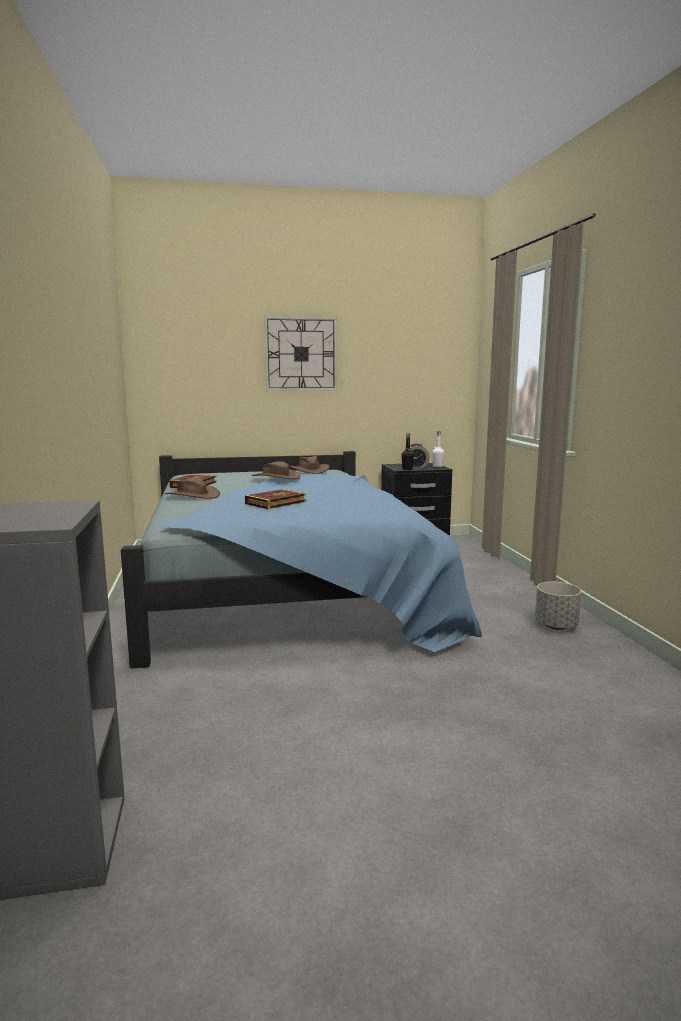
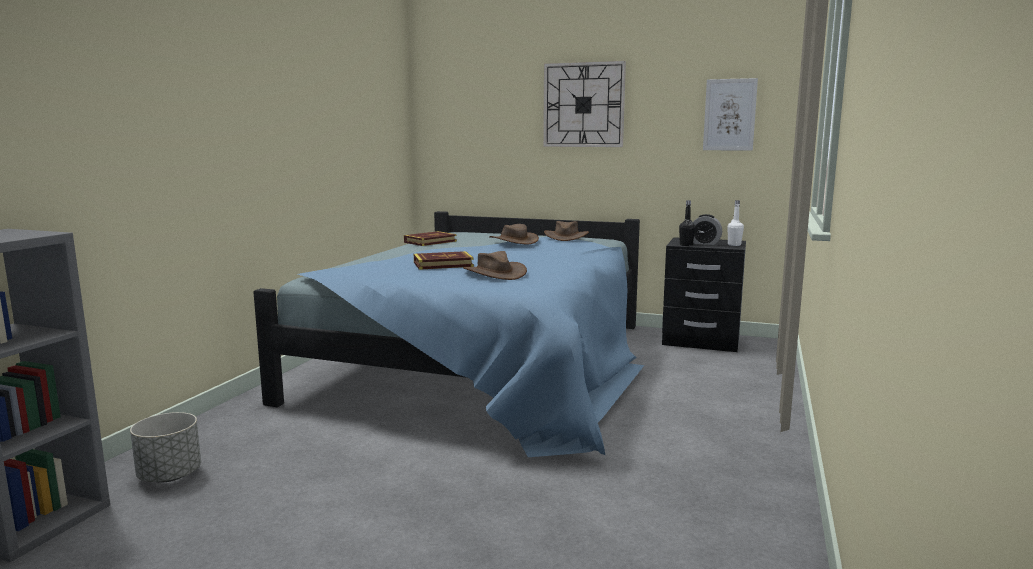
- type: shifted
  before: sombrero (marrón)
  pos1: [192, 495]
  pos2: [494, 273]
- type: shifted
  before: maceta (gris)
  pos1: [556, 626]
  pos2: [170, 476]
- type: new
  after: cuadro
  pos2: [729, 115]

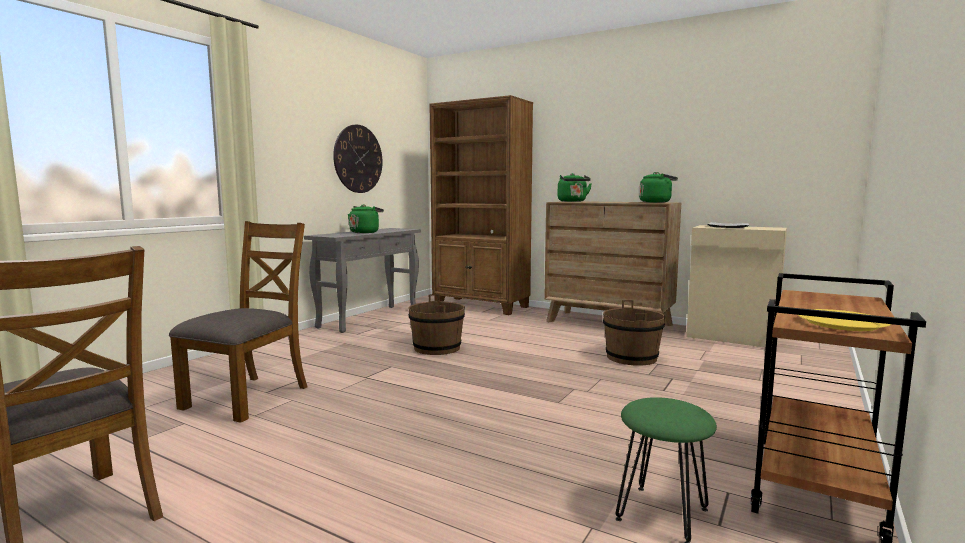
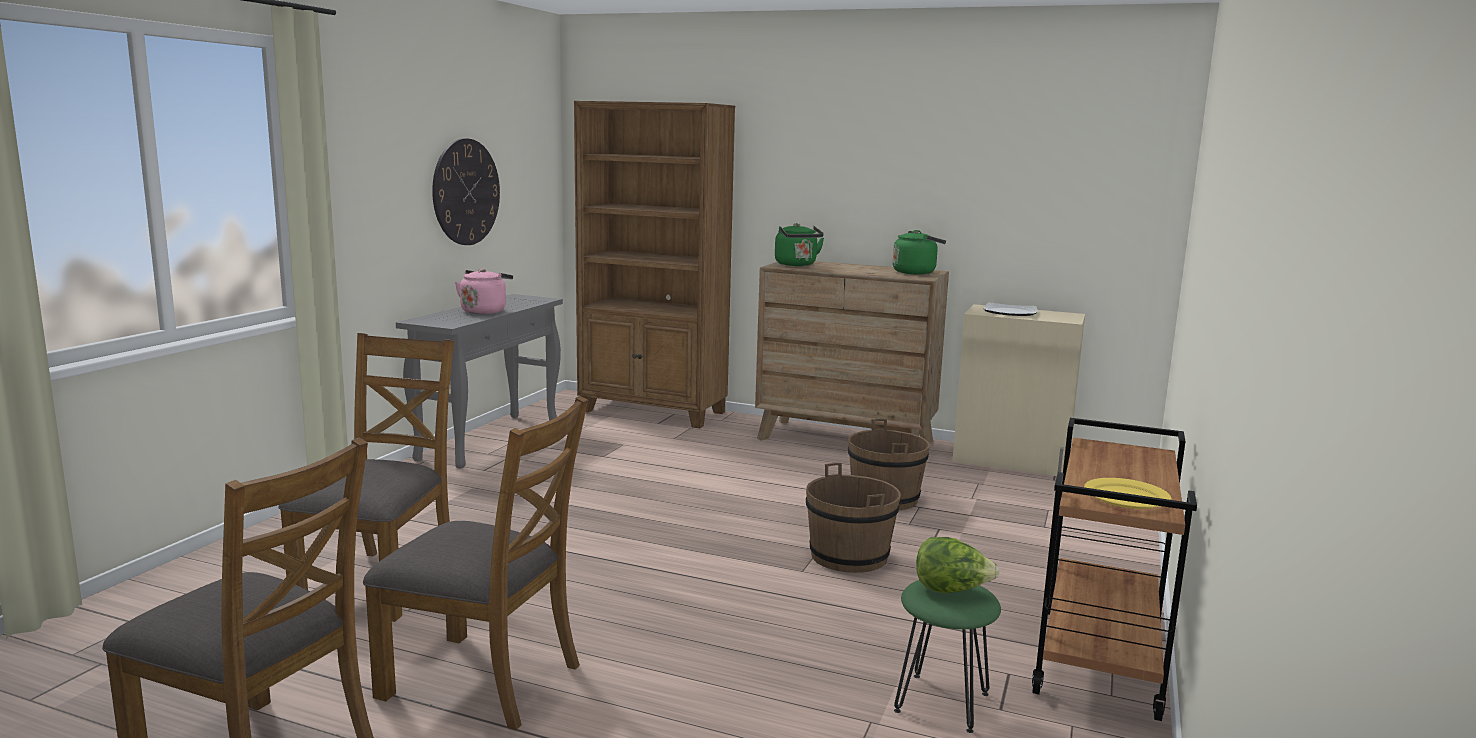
- type: repainted
  before: hervidor (verde)
  after: hervidor (rosa)
  pos1: [365, 232]
  pos2: [485, 311]
- type: shifted
  before: cubo (marrón)
  pos1: [437, 348]
  pos2: [849, 556]
- type: new
  after: silla (marrón)
  pos2: [483, 680]
- type: new
  after: lechuga
  pos2: [951, 590]

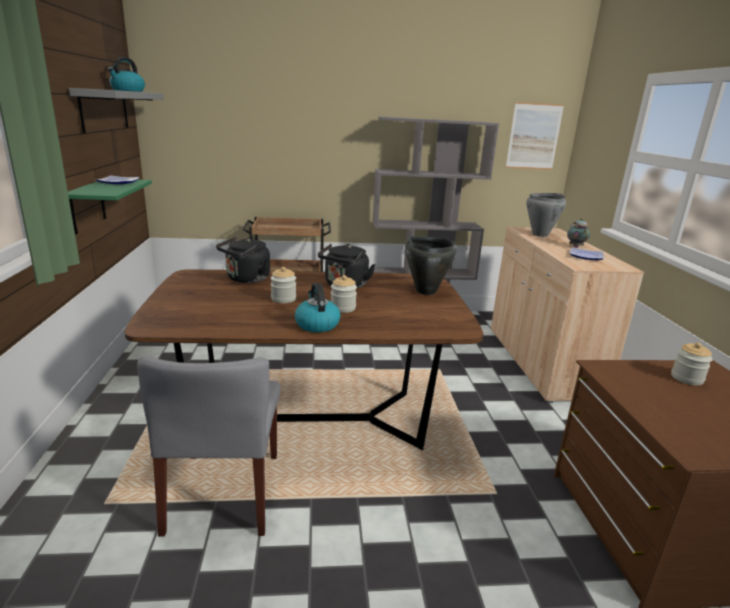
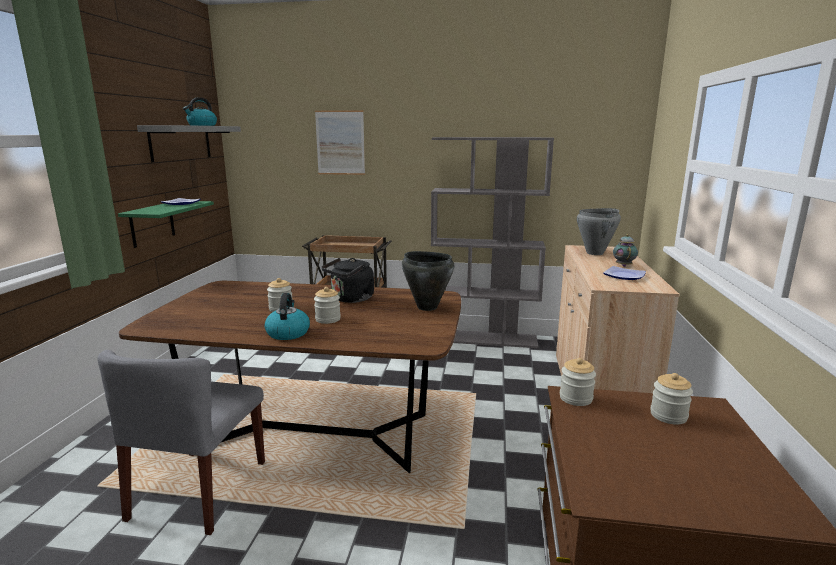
- type: shifted
  before: cuadro
  pos1: [534, 136]
  pos2: [340, 143]
- type: gone
  before: hervidor (negro)
  pos1: [246, 279]
- type: new
  after: tarro
  pos2: [575, 398]

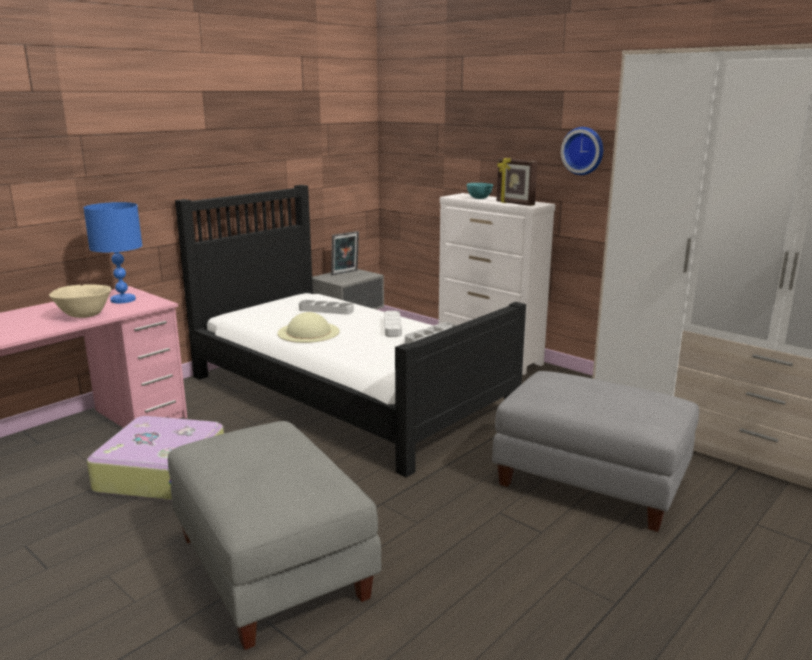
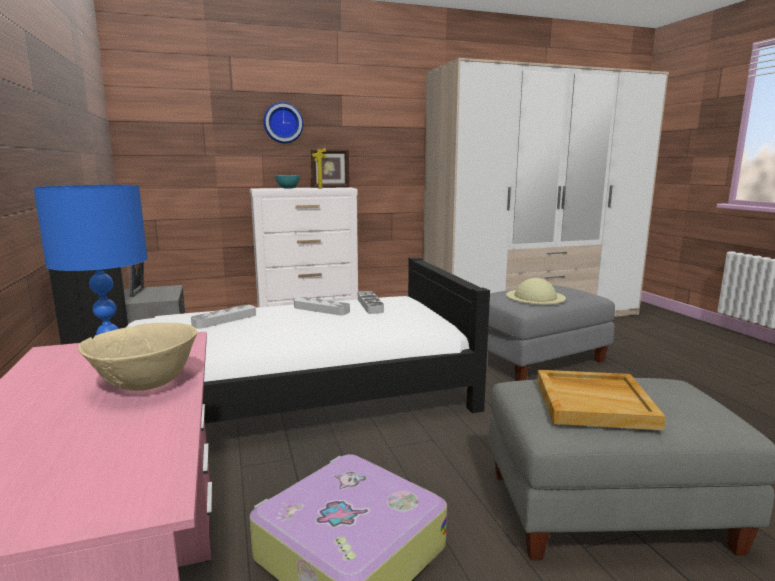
- type: shifted
  before: reloj de pared
  pos1: [583, 150]
  pos2: [283, 123]
- type: shifted
  before: sombrero (beis)
  pos1: [308, 332]
  pos2: [535, 296]
- type: new
  after: bandeja (beis)
  pos2: [594, 402]

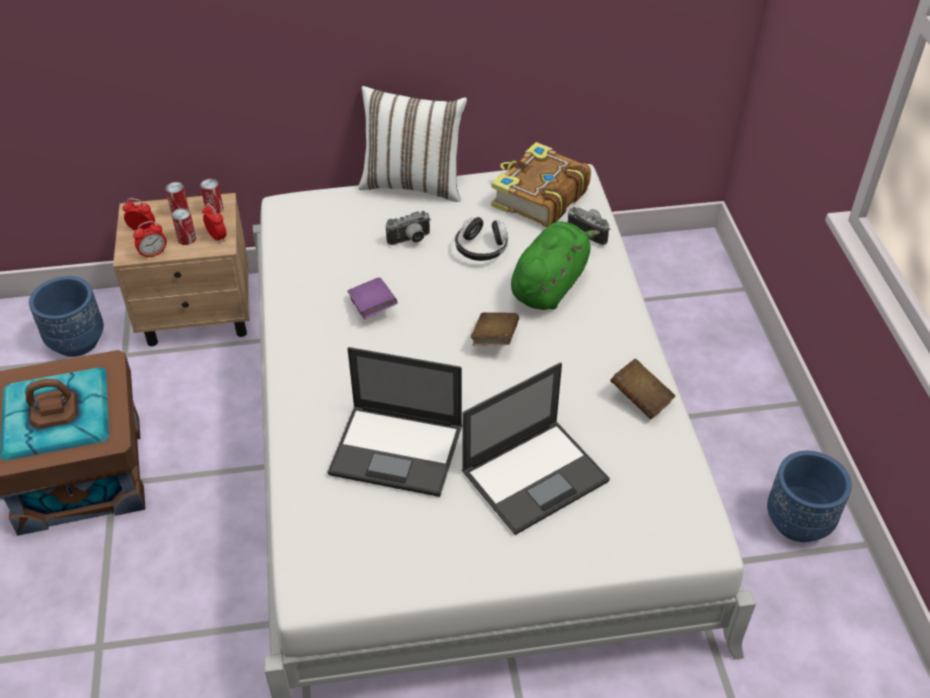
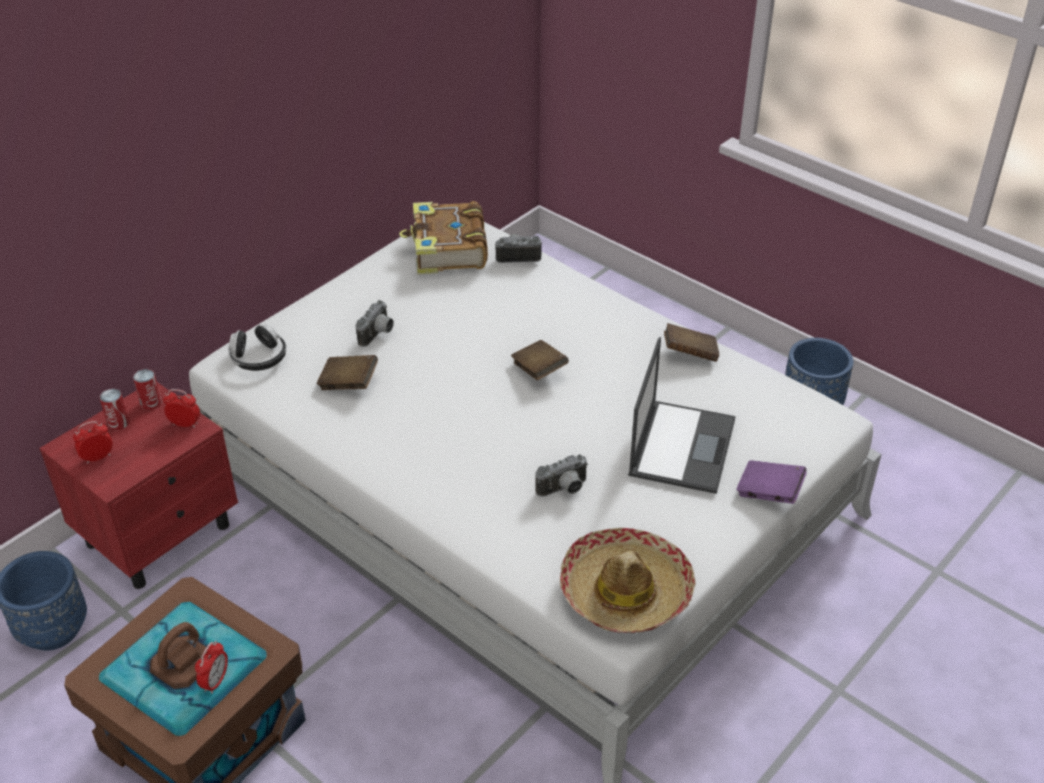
- type: gone
  before: cojín (blanco)
  pos1: [413, 184]
- type: repainted
  before: mesita de noche (beis)
  after: mesita de noche (rojo)
  pos1: [199, 315]
  pos2: [160, 534]
- type: gone
  before: lata
  pos1: [187, 239]
- type: shifted
  before: auriculares
  pos1: [481, 248]
  pos2: [259, 359]
- type: shifted
  before: despertador
  pos1: [153, 254]
  pos2: [215, 681]
- type: gone
  before: peluche (verde)
  pos1: [550, 284]
- type: shifted
  before: libro (morado)
  pos1: [372, 308]
  pos2: [769, 493]
- type: swapped
  before: portátil
  after: cámara
  pos1: [398, 450]
  pos2: [564, 490]
- type: new
  after: libro (marrón)
  pos2: [348, 383]
- type: new
  after: sombrero
  pos2: [625, 592]

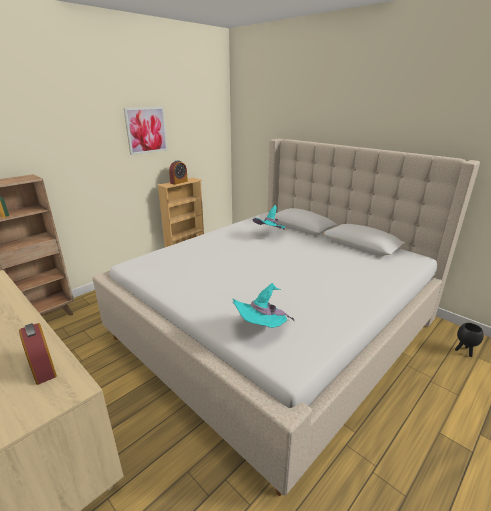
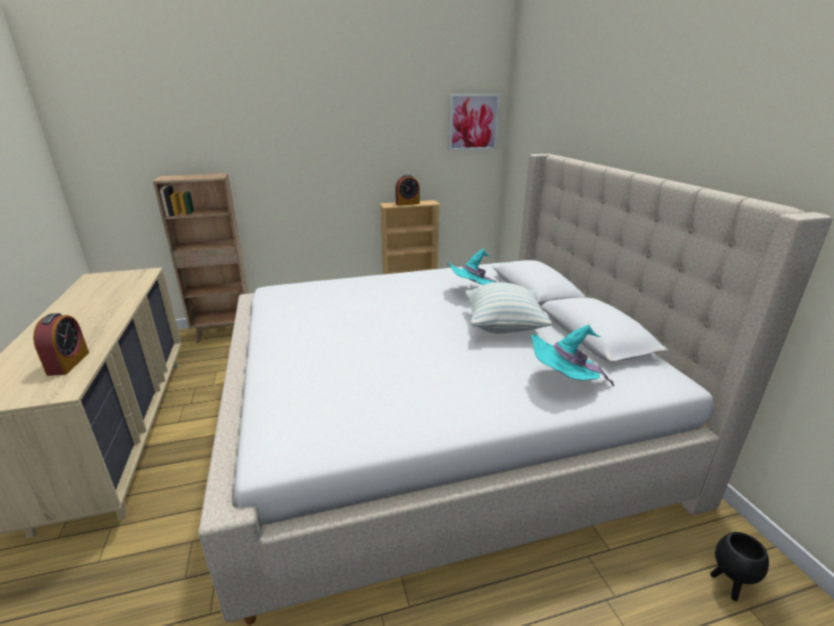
- type: shifted
  before: cuadro
  pos1: [146, 130]
  pos2: [473, 122]
- type: shifted
  before: sombrero (turquesa)
  pos1: [261, 329]
  pos2: [563, 382]
- type: new
  after: cojín
  pos2: [503, 326]

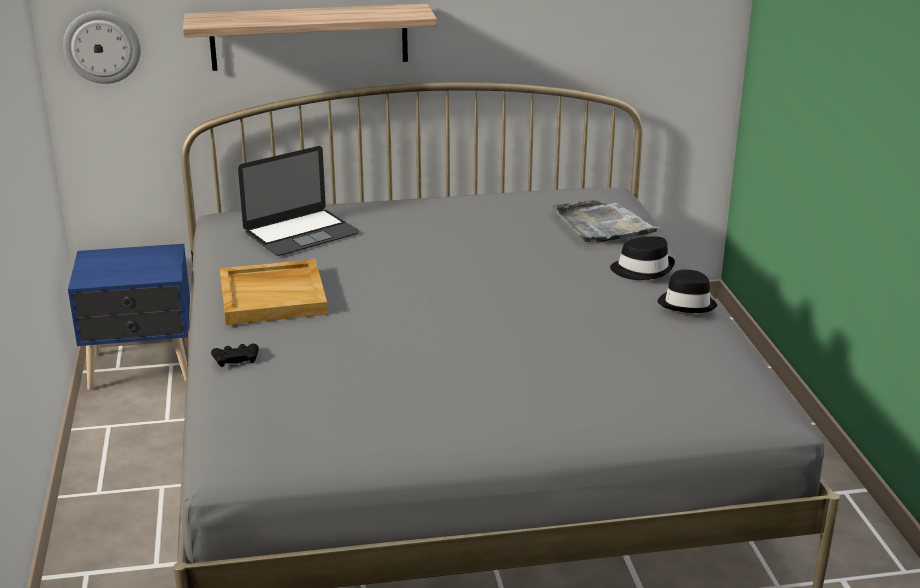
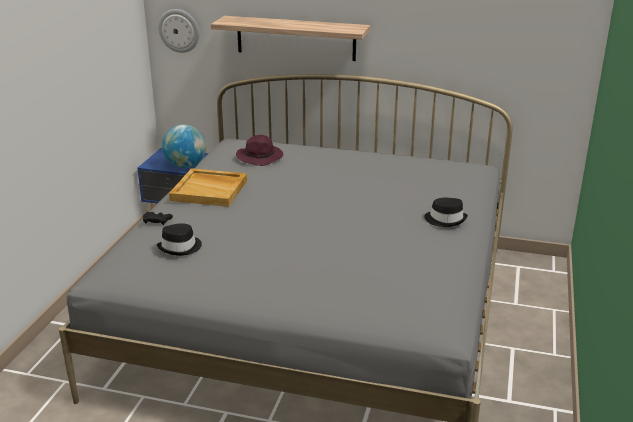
- type: swapped
  before: portátil
  after: sombrero (morado)
  pos1: [301, 233]
  pos2: [260, 157]
- type: gone
  before: bandeja (gris)
  pos1: [602, 225]
- type: shifted
  before: sombrero (negro)
  pos1: [687, 303]
  pos2: [180, 247]
- type: new
  after: globo terráqueo
  pos2: [185, 166]

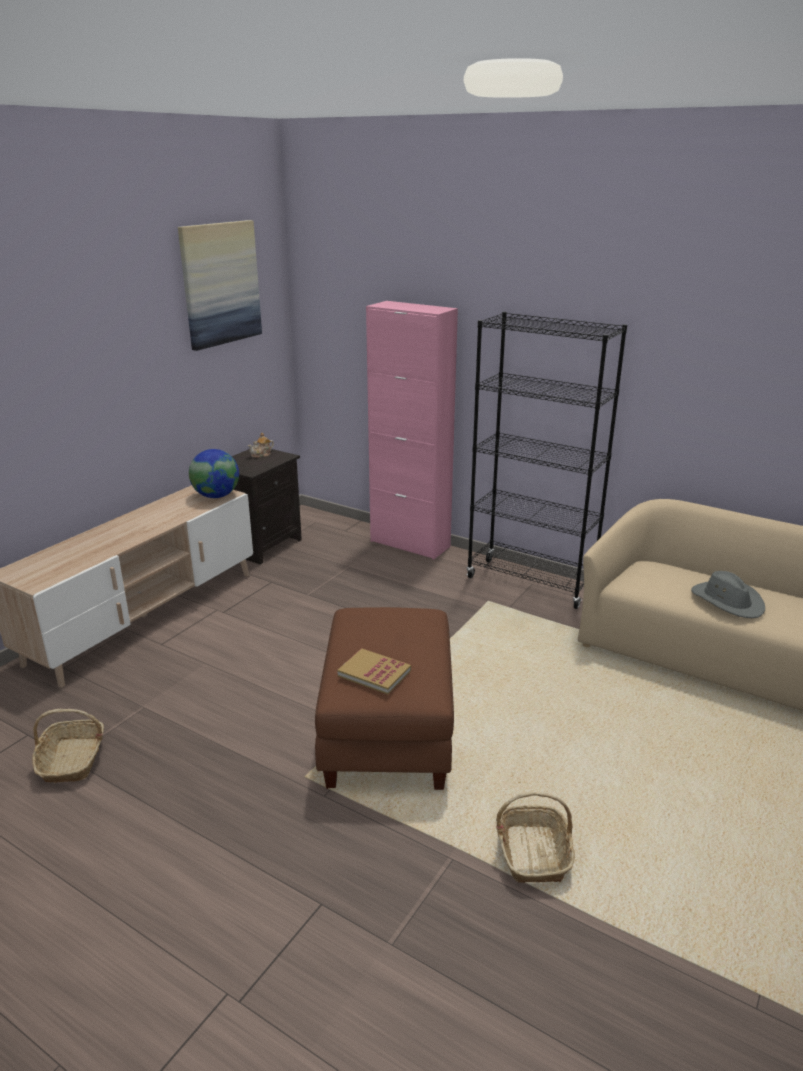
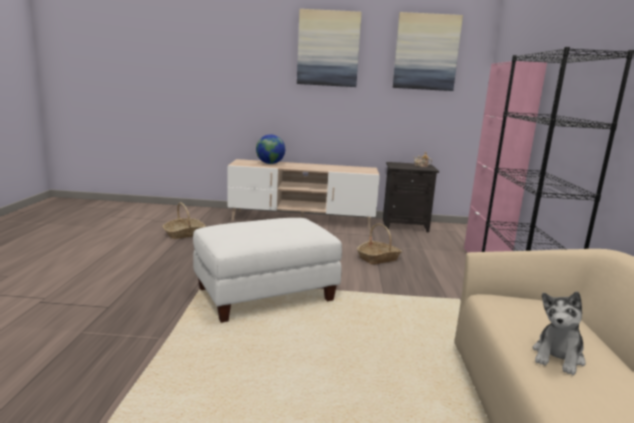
- type: shifted
  before: globo terráqueo
  pos1: [216, 496]
  pos2: [270, 163]
- type: swapped
  before: sombrero (gris)
  after: peluche
  pos1: [727, 601]
  pos2: [558, 357]
- type: repainted
  before: puf (marrón)
  after: puf (blanco)
  pos1: [389, 732]
  pos2: [265, 295]
- type: gone
  before: libro
  pos1: [374, 673]
- type: shifted
  before: cesta
  pos1: [533, 853]
  pos2: [378, 258]
- type: new
  after: cuadro
  pos2: [328, 48]

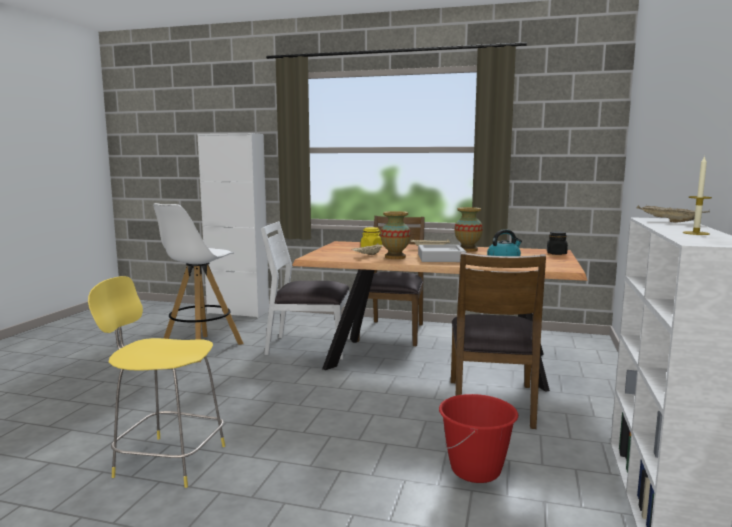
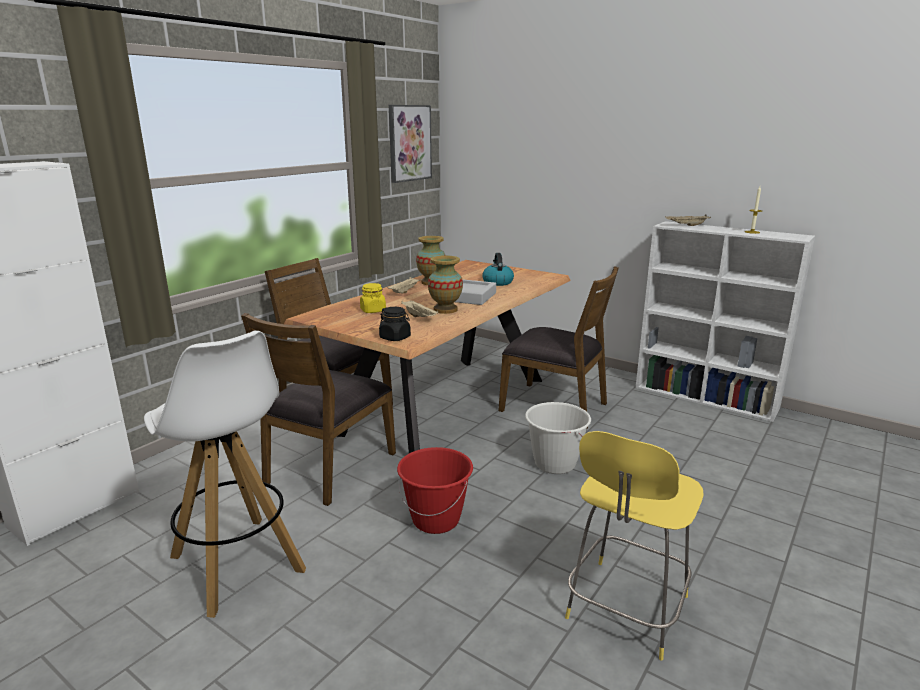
- type: repainted
  before: silla (blanco)
  after: silla (marrón)
  pos1: [309, 346]
  pos2: [329, 467]
- type: shifted
  before: tarro (negro)
  pos1: [556, 253]
  pos2: [395, 338]
- type: shifted
  before: cubo (rojo)
  pos1: [476, 470]
  pos2: [436, 520]
- type: new
  after: cuadro
  pos2: [409, 143]
- type: new
  after: cubo (blanco)
  pos2: [554, 464]

